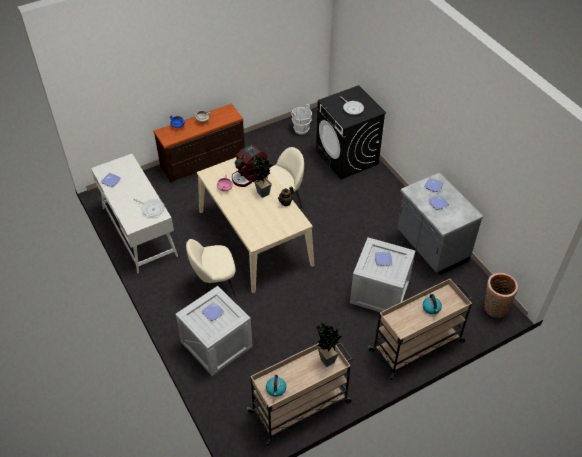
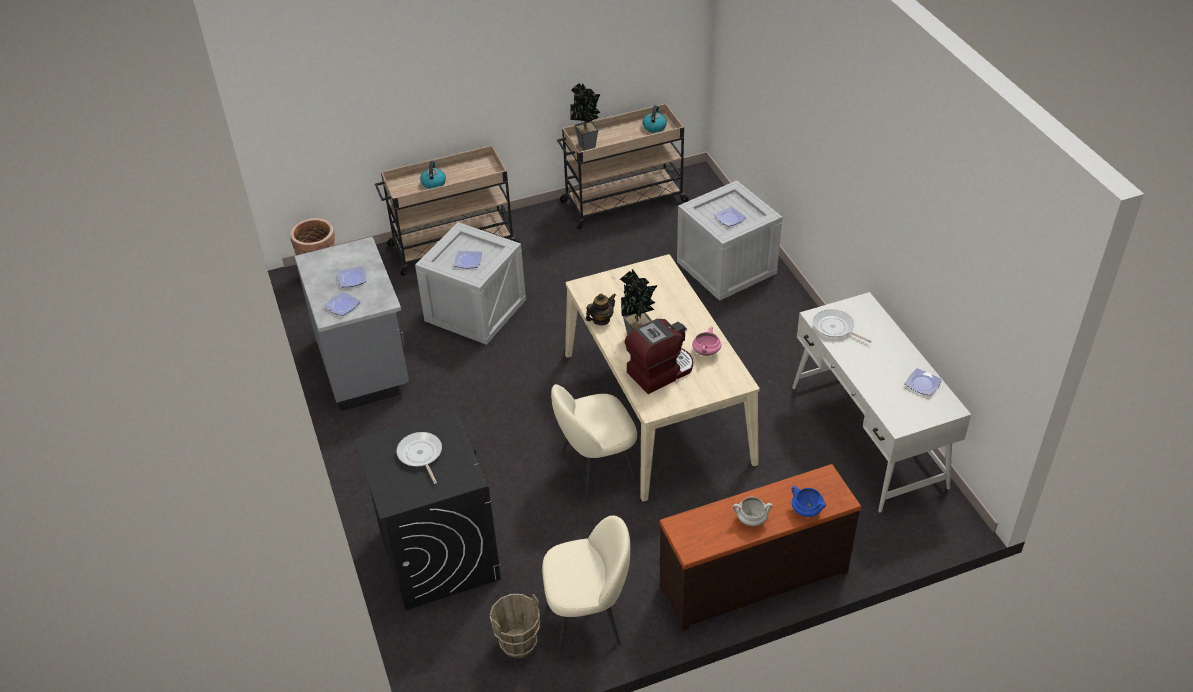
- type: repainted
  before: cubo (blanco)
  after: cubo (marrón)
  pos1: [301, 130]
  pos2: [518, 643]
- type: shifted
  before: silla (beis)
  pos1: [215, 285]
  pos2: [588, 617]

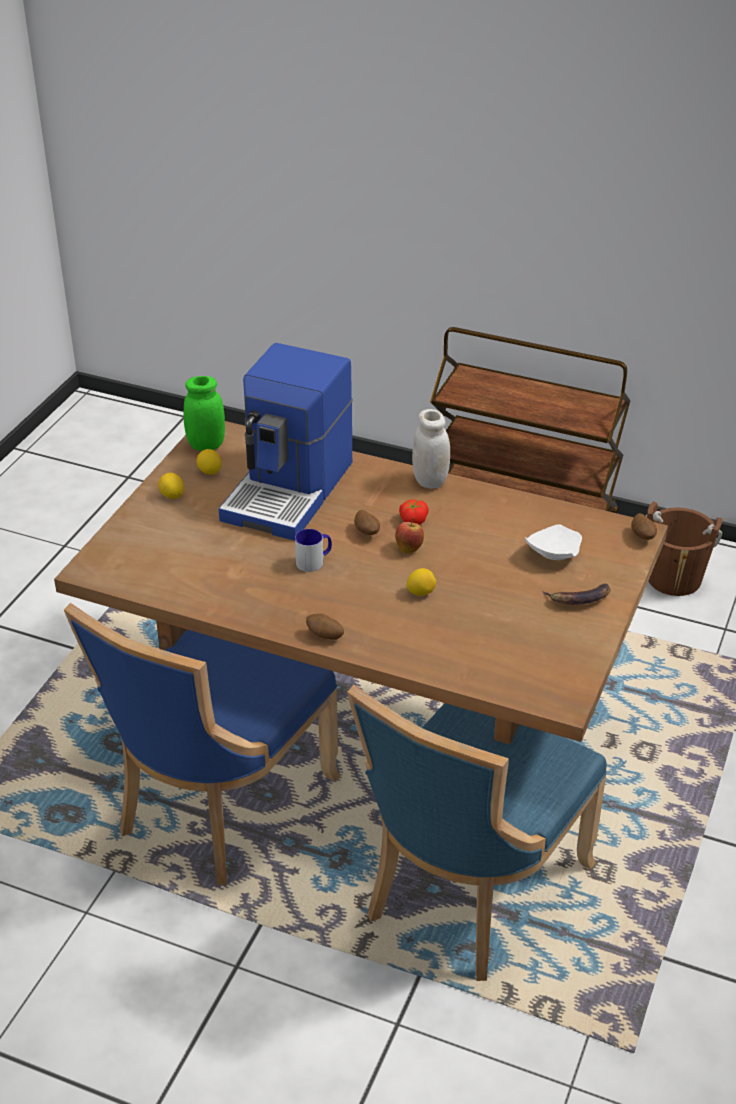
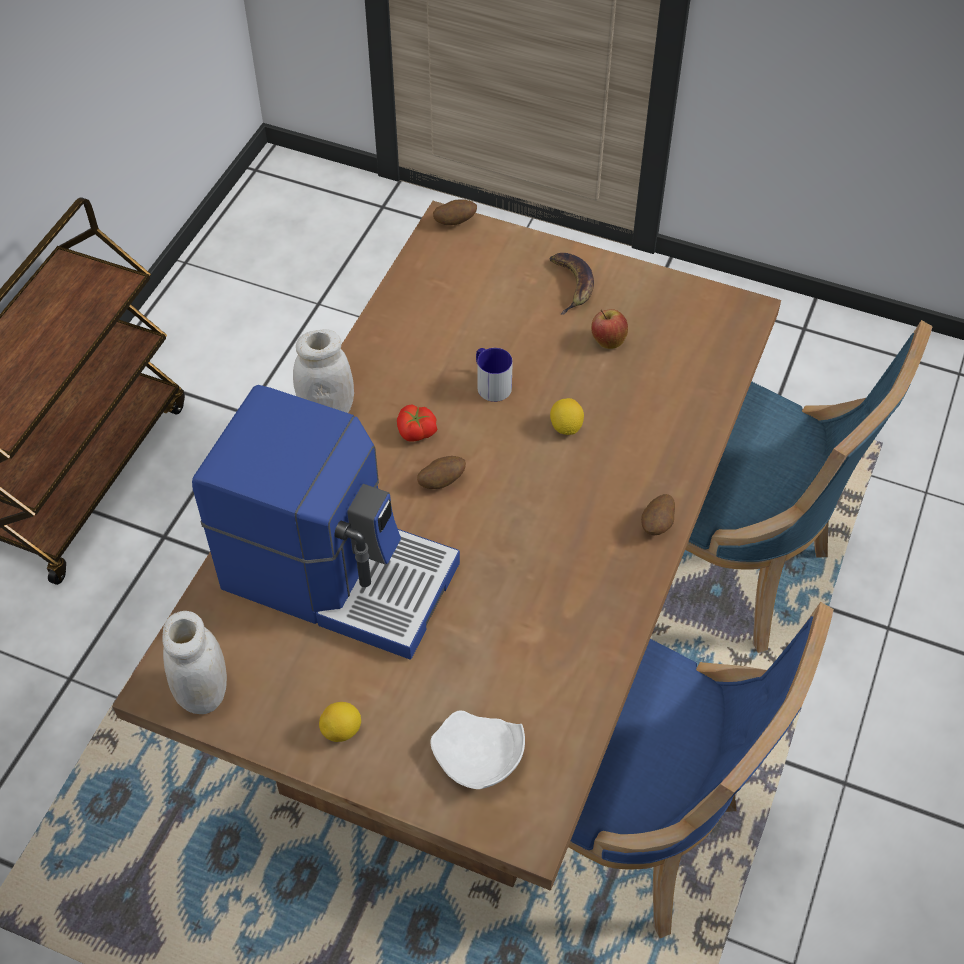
- type: repainted
  before: tarro (verde)
  after: tarro (blanco)
  pos1: [206, 445]
  pos2: [203, 693]
- type: gone
  before: limón
  pos1: [209, 472]
- type: gone
  before: cubo (marrón)
  pos1: [674, 579]
- type: shifted
  before: manzana
  pos1: [409, 548]
  pos2: [608, 341]
- type: shifted
  before: plato (blanco)
  pos1: [552, 552]
  pos2: [478, 759]
- type: shifted
  before: taza grande
  pos1: [314, 561]
  pos2: [490, 384]

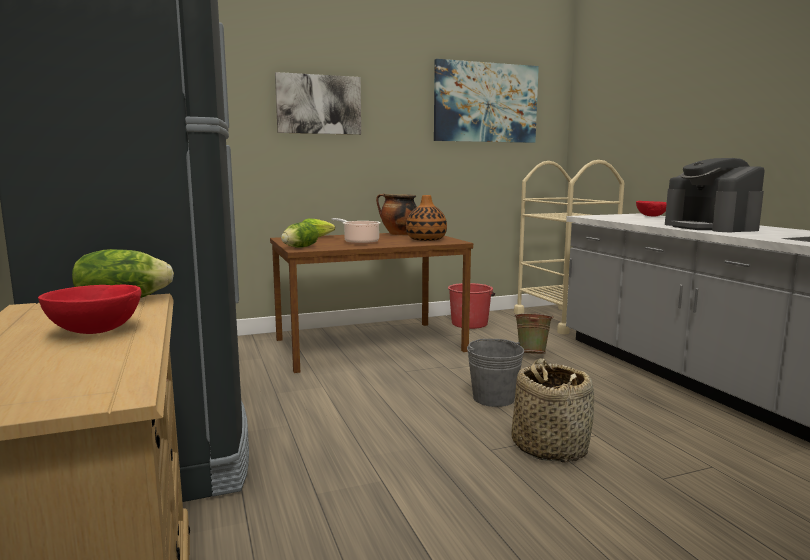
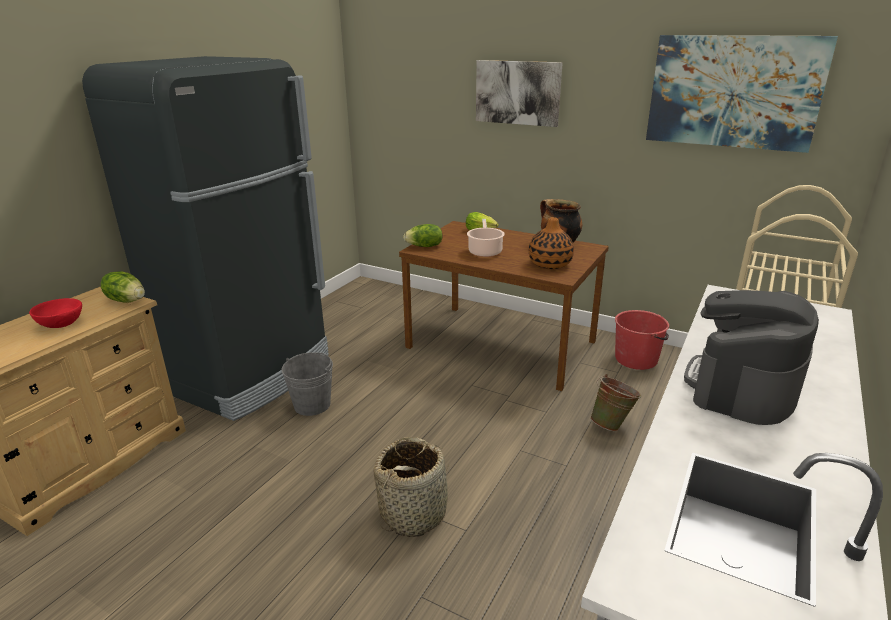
- type: gone
  before: cuenco (rojo)
  pos1: [651, 216]
- type: shifted
  before: cubo (gris)
  pos1: [493, 398]
  pos2: [312, 405]

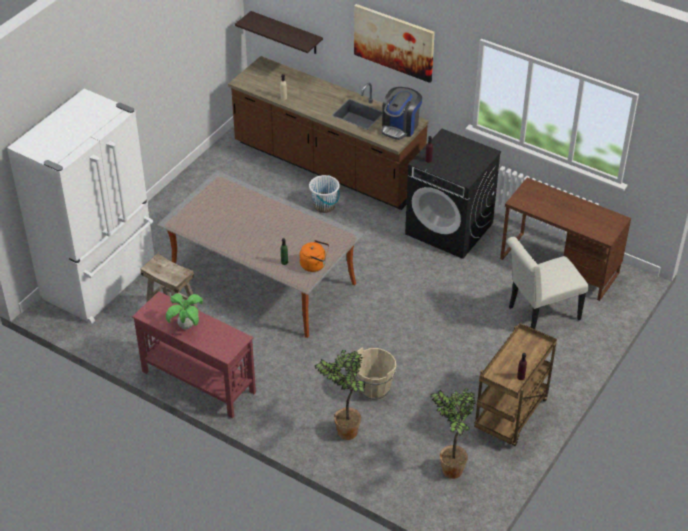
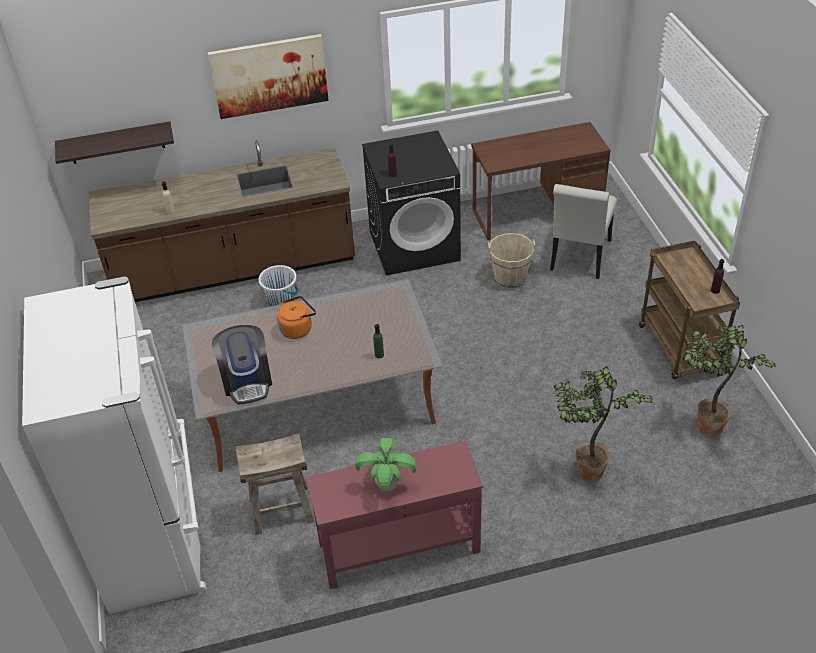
- type: shifted
  before: cafetera
  pos1: [400, 127]
  pos2: [247, 381]
- type: shifted
  before: hervidor (naranja)
  pos1: [314, 265]
  pos2: [297, 328]
- type: shifted
  before: cubo (beis)
  pos1: [374, 389]
  pos2: [510, 278]

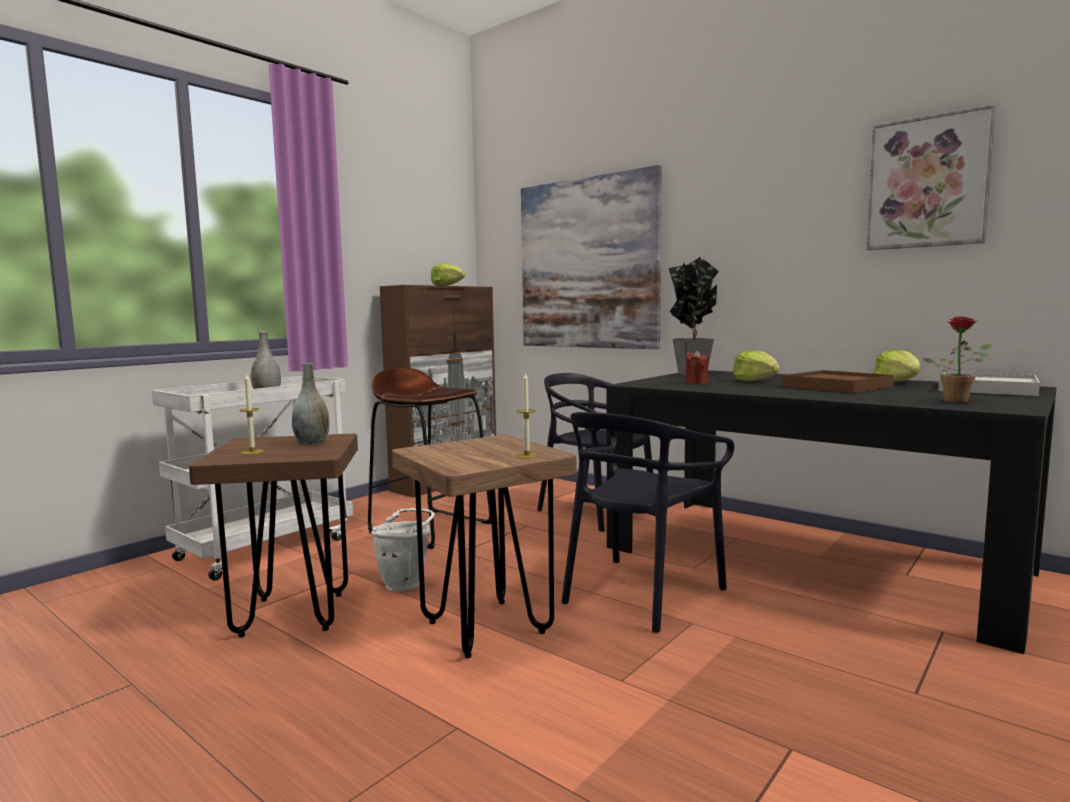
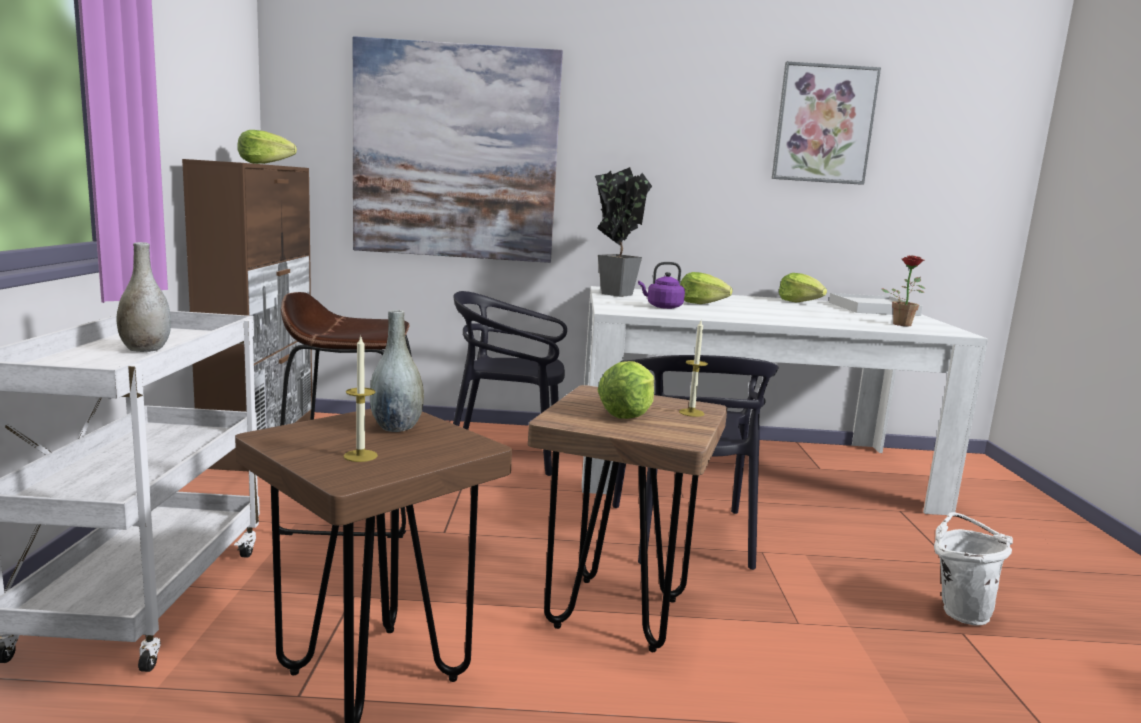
- type: swapped
  before: vela (rojo)
  after: hervidor (morado)
  pos1: [696, 382]
  pos2: [662, 307]
- type: repainted
  before: mesa de comedor (negro)
  after: mesa de comedor (blanco)
  pos1: [812, 557]
  pos2: [746, 466]
- type: gone
  before: bandeja (marrón)
  pos1: [837, 386]
- type: shifted
  before: cubo (blanco)
  pos1: [406, 583]
  pos2: [958, 611]
- type: new
  after: lechuga
  pos2: [628, 413]

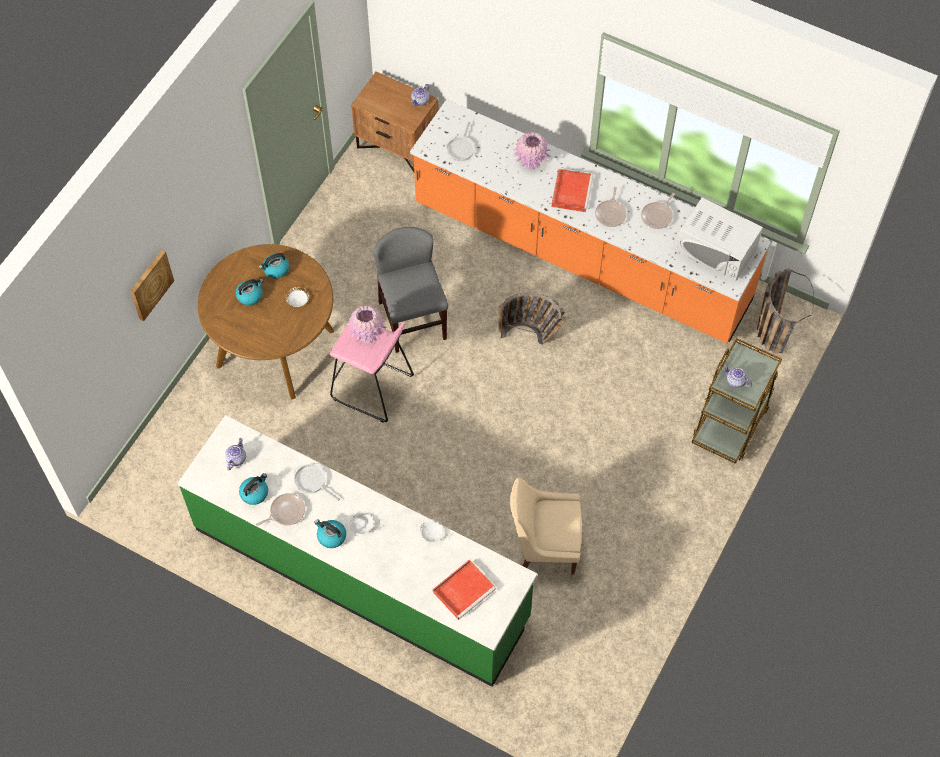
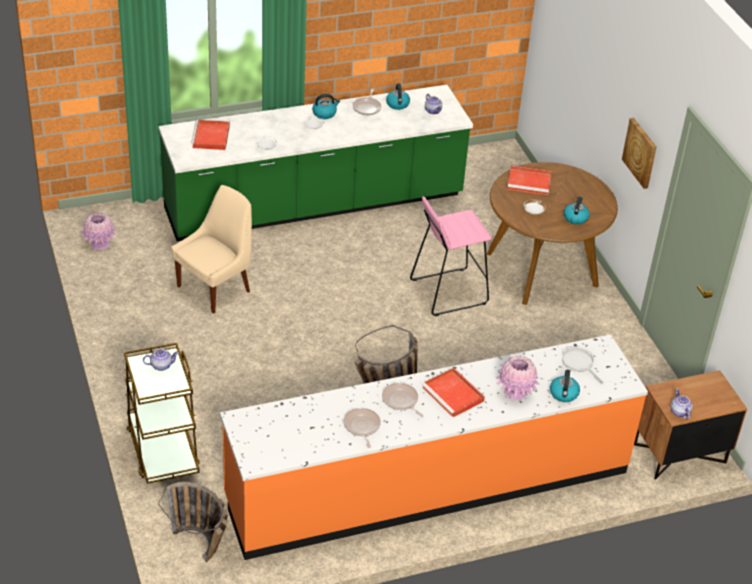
- type: gone
  before: microondas (blanco)
  pos1: [716, 250]
- type: gone
  before: silla (gris)
  pos1: [412, 320]
- type: shifted
  before: cuadro
  pos1: [150, 284]
  pos2: [640, 152]
- type: shifted
  before: hervidor
  pos1: [250, 295]
  pos2: [564, 394]
- type: shifted
  before: florero (rosa)
  pos1: [367, 334]
  pos2: [100, 244]
- type: gone
  before: sartén
  pos1: [312, 481]
- type: new
  after: bandeja (rojo)
  pos2: [530, 182]

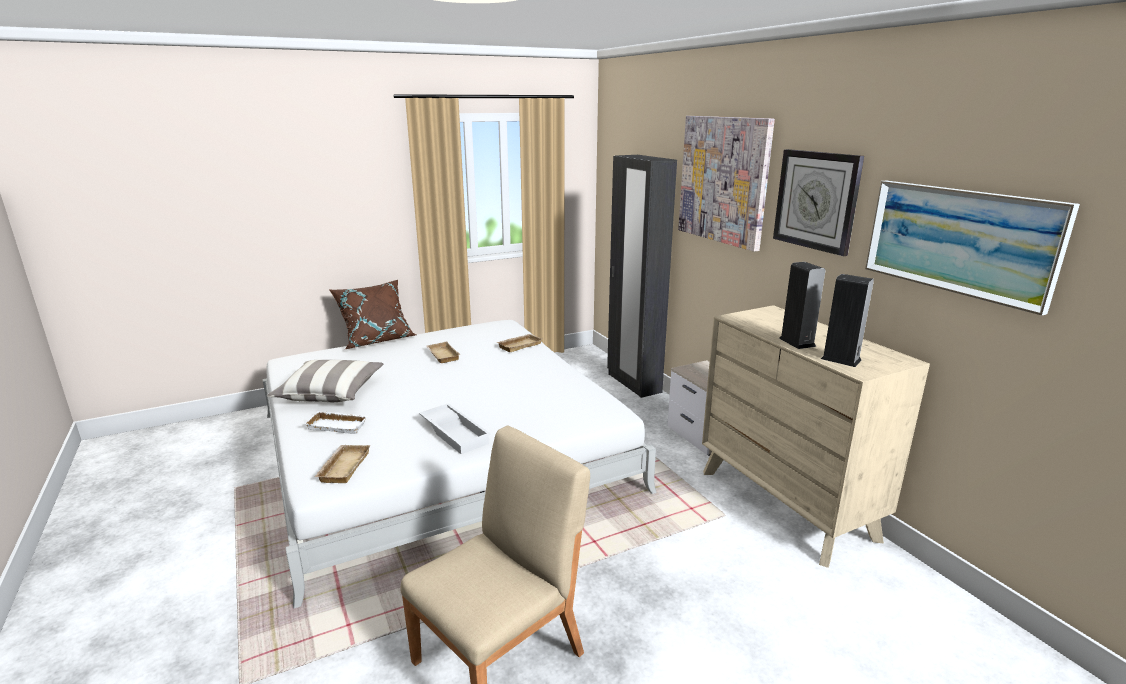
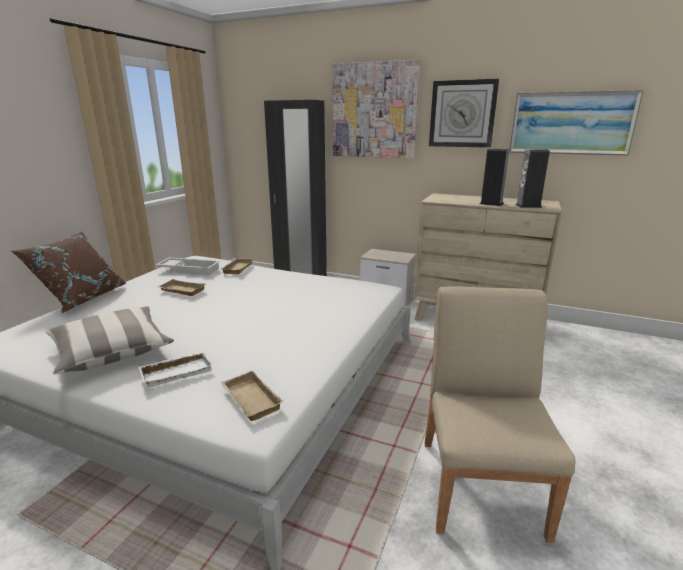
- type: shifted
  before: bandeja (blanco)
  pos1: [456, 432]
  pos2: [190, 269]

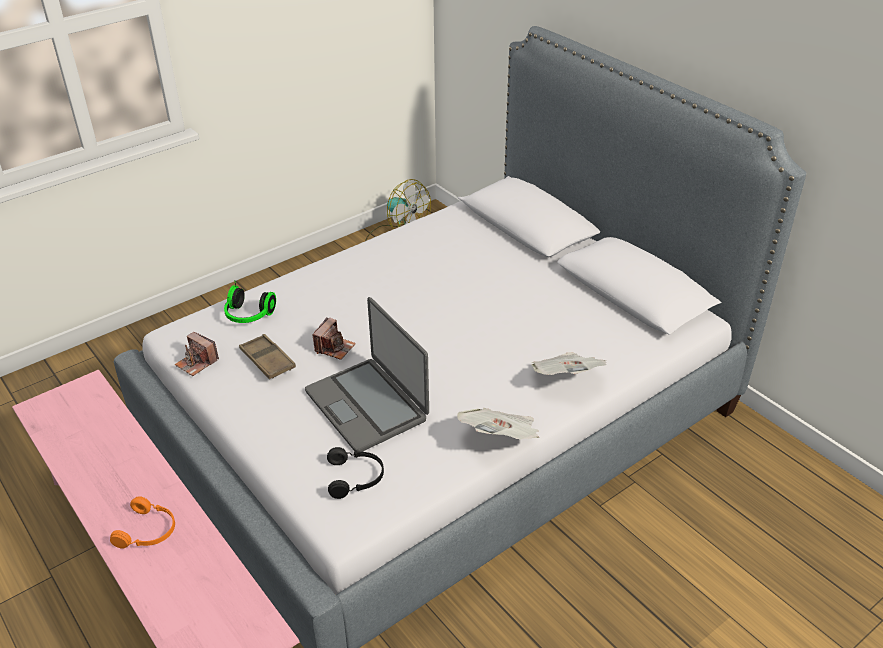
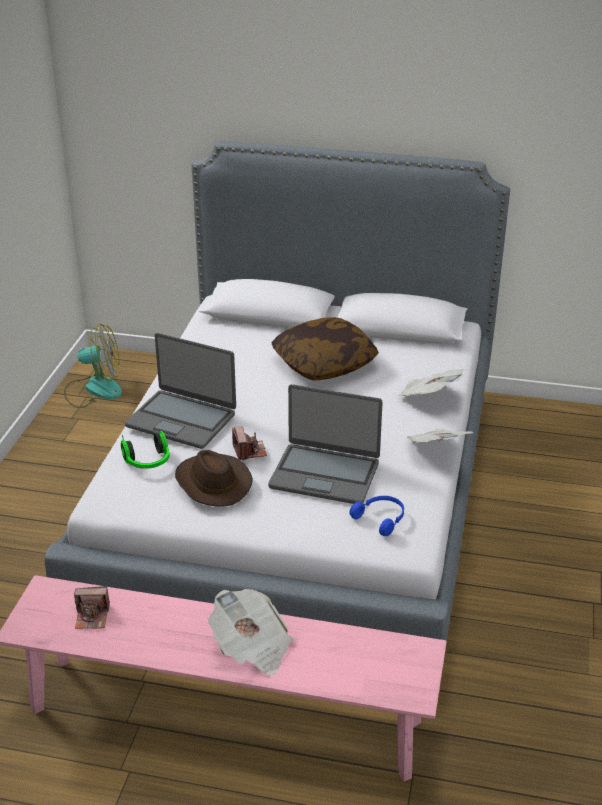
- type: shifted
  before: cámara
  pos1: [197, 363]
  pos2: [92, 617]
- type: swapped
  before: bandeja (marrón)
  after: sombrero (marrón)
  pos1: [267, 360]
  pos2: [212, 482]
- type: repainted
  before: auriculares (negro)
  after: auriculares (azul)
  pos1: [356, 478]
  pos2: [381, 518]
- type: swapped
  before: auriculares (naranja)
  after: periódico
  pos1: [148, 531]
  pos2: [252, 647]
- type: new
  after: cojín
  pos2: [324, 363]
- type: new
  after: portátil
  pos2: [181, 419]

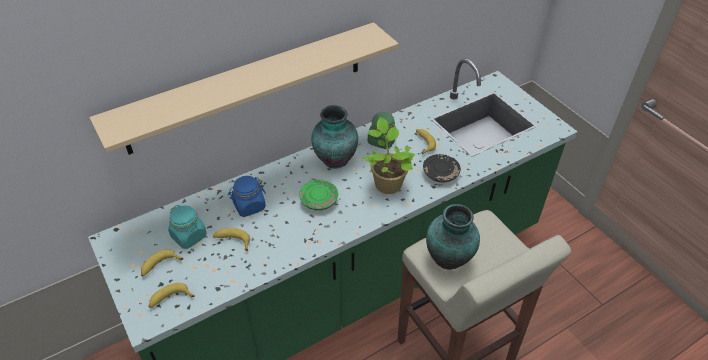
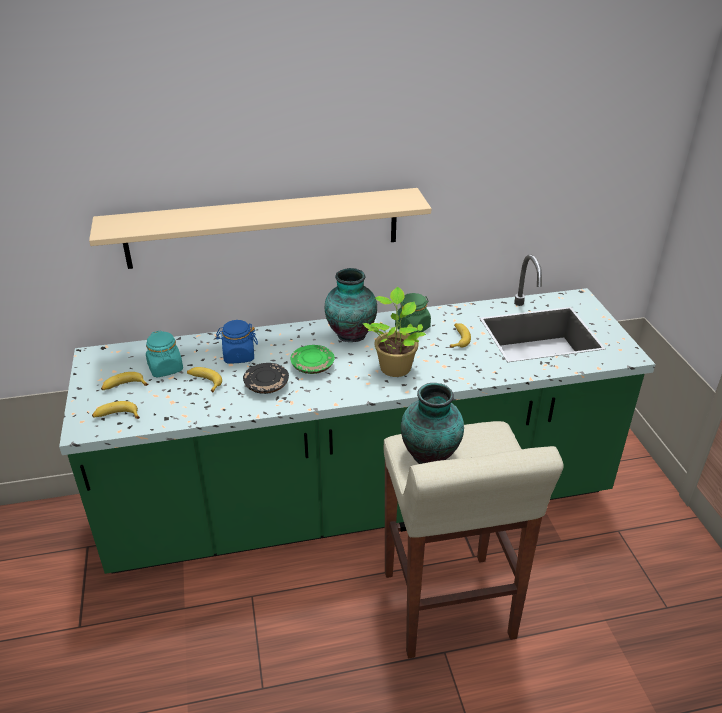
- type: shifted
  before: plato (negro)
  pos1: [440, 173]
  pos2: [267, 385]

